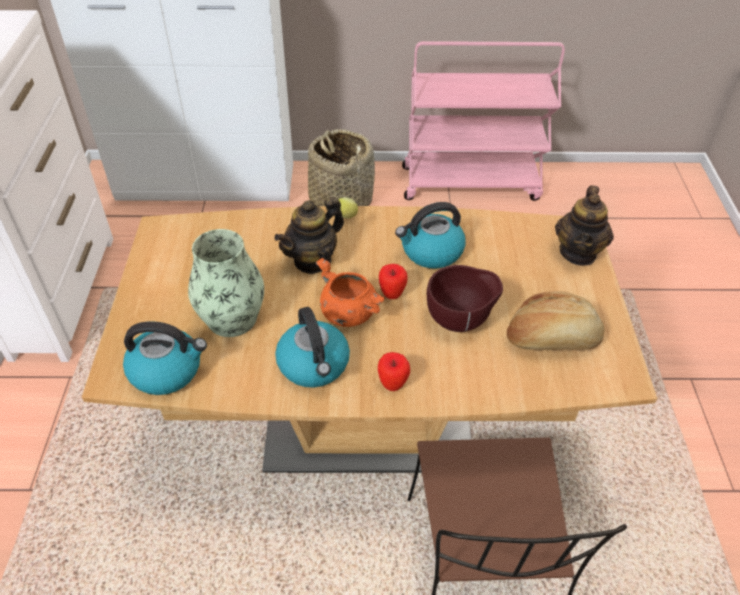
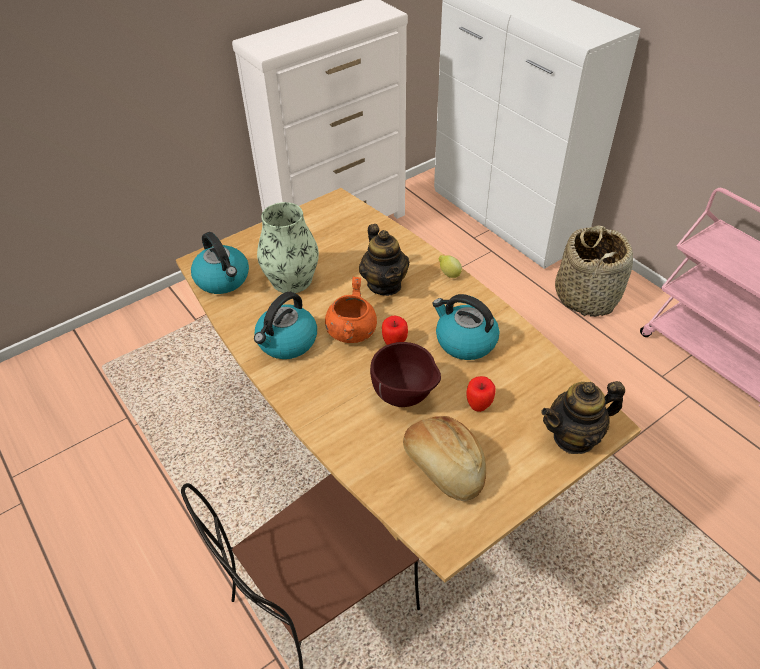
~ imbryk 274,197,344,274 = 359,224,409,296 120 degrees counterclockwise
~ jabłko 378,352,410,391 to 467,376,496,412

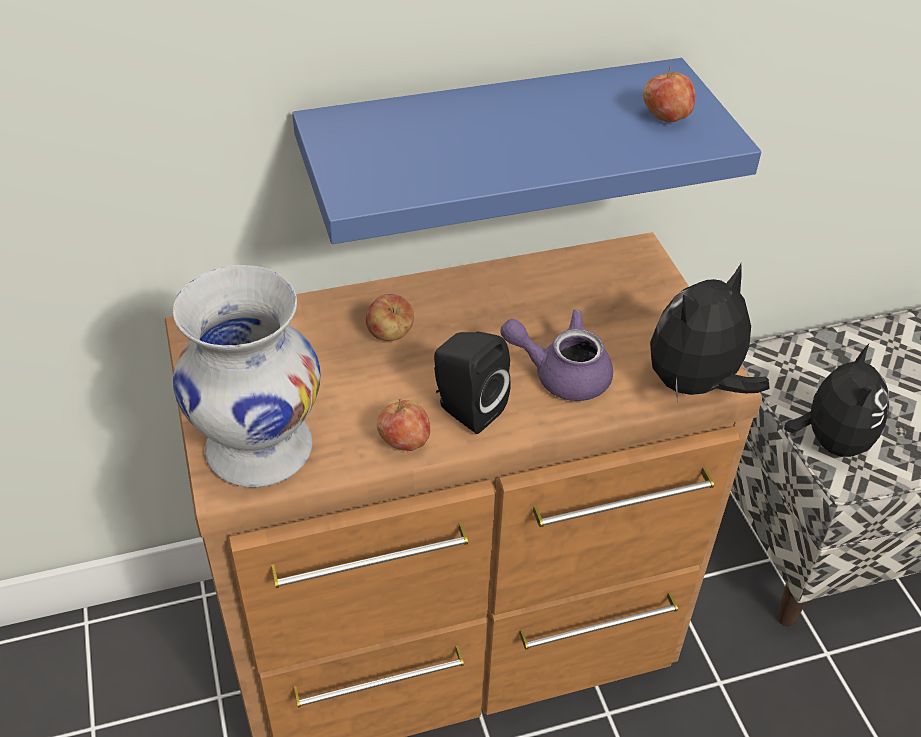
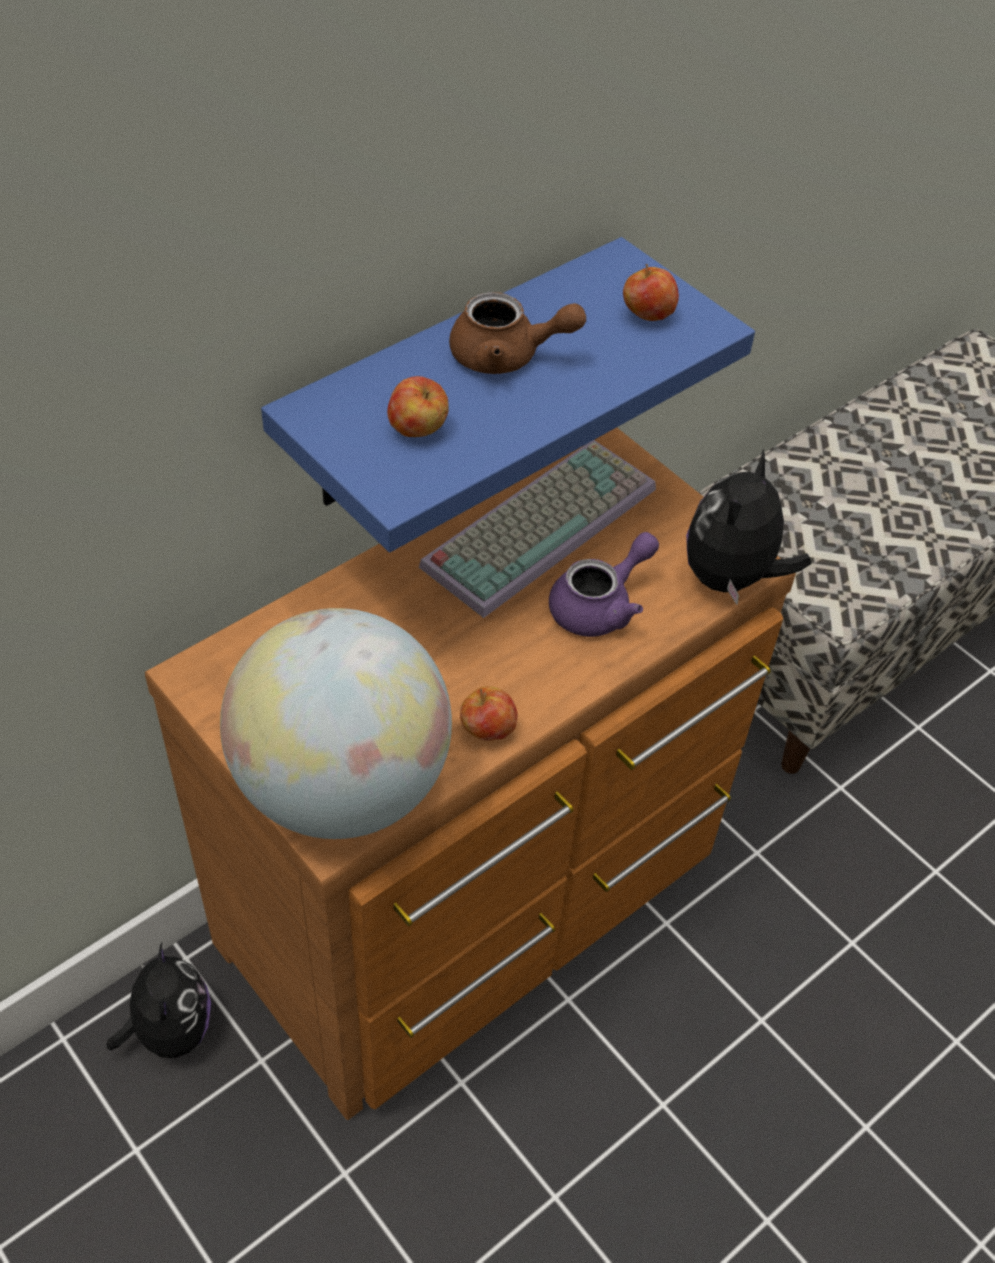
~ wazon (biały) 173,265,321,487 to globus 220,608,452,839
~ jabłko 366,294,414,341 to 387,376,449,437
~ imbryk (fioletowy) 501,310,613,401 = 549,532,659,637 150 degrees clockwise
- głośnik (czarny) 434,331,511,434
~ pluszak 784,344,889,457 to 107,943,211,1058
+ imbryk (brązowy) 449,292,586,374
+ klawiatura 419,440,656,618

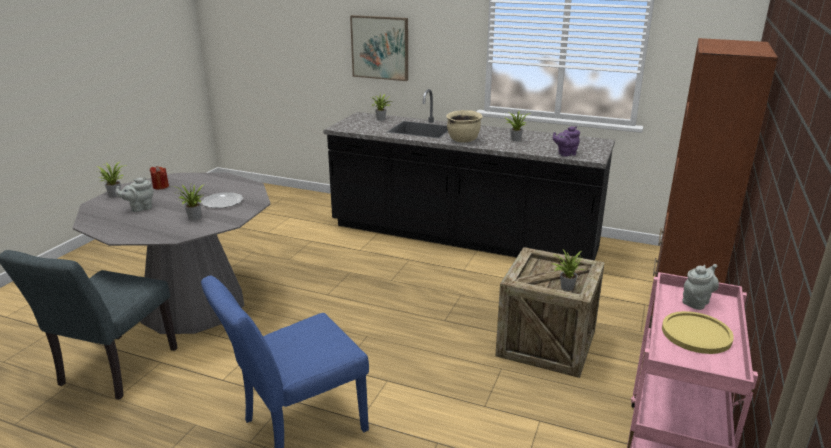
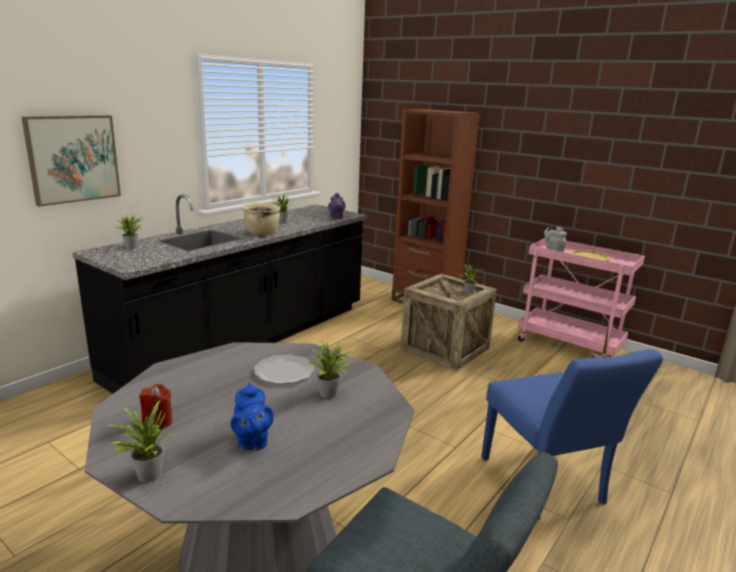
~ imbryk (szary) 115,177,154,212 to imbryk (niebieski) 230,382,274,450

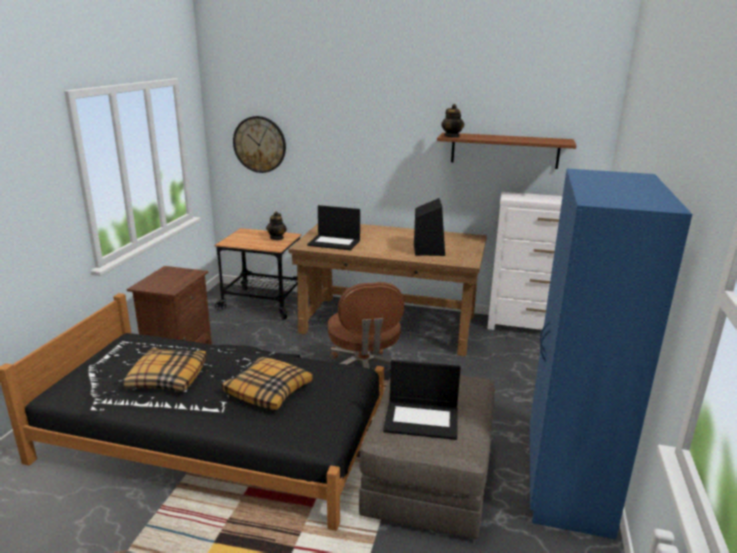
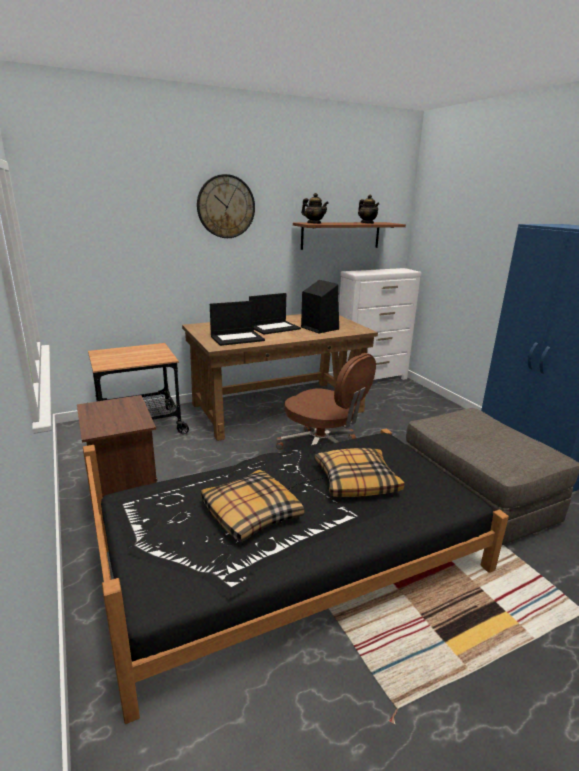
~ zegar ścienny 233,116,286,173 to 197,174,255,238
~ imbryk 266,211,287,240 to 358,194,379,224
~ laptop 383,360,461,440 to 249,293,301,335

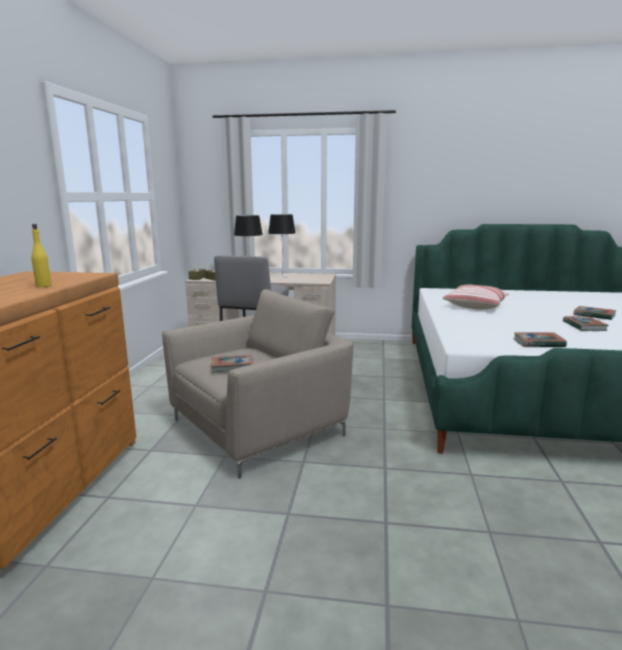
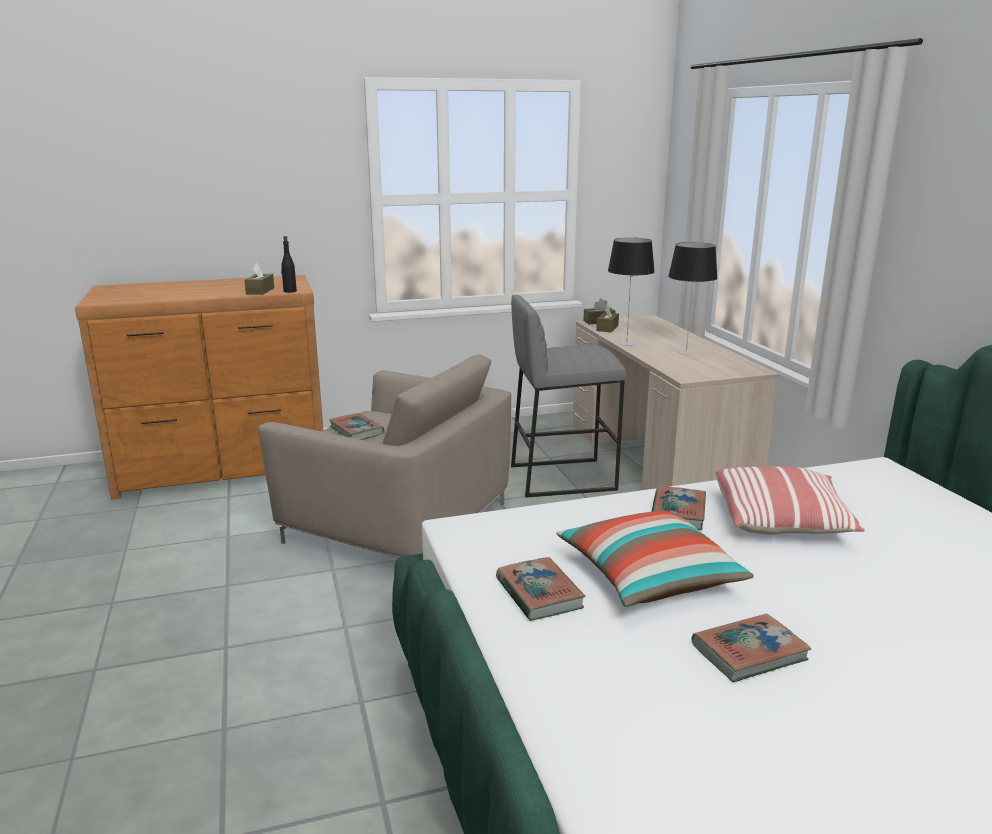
- butelka (żółty) 31,224,52,287
~ książka 573,306,616,320 to 652,486,706,530
+ butelka (czarny) 281,236,297,293
+ pudełko chusteczek (brązowy) 244,263,274,295
+ poduszka 556,511,754,607

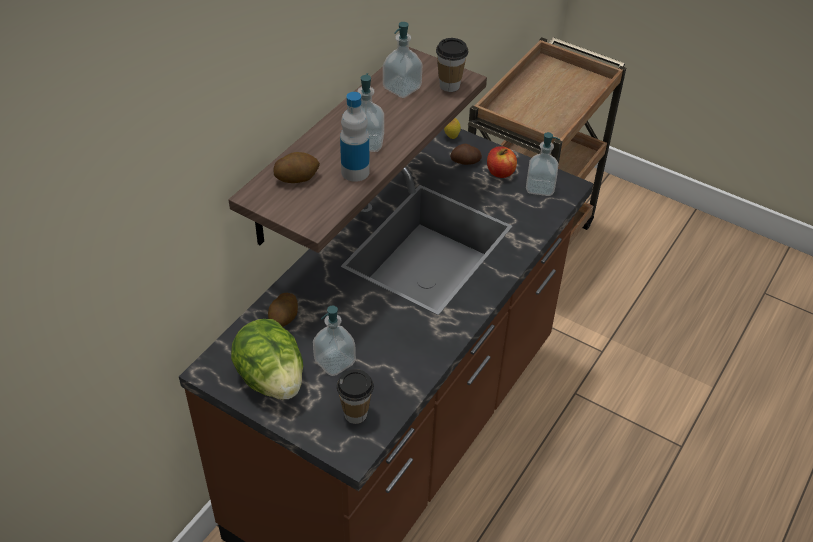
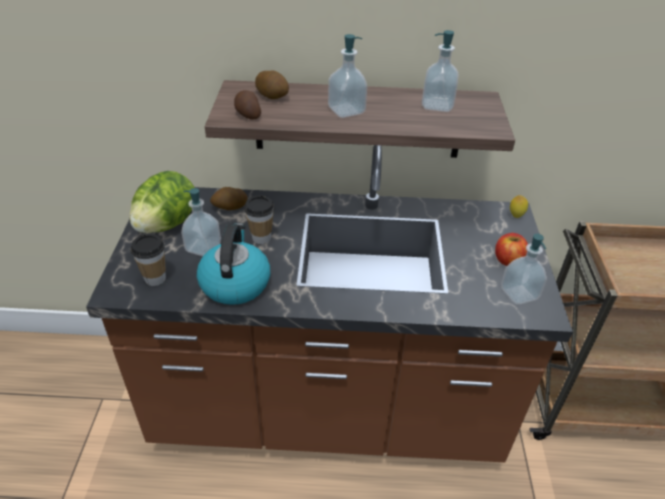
~ filiżanka 436,38,469,92 to 244,195,275,244
- butelka 340,92,370,182
~ ziemniak 450,143,482,165 to 234,90,261,120
+ czajnik 196,223,270,305

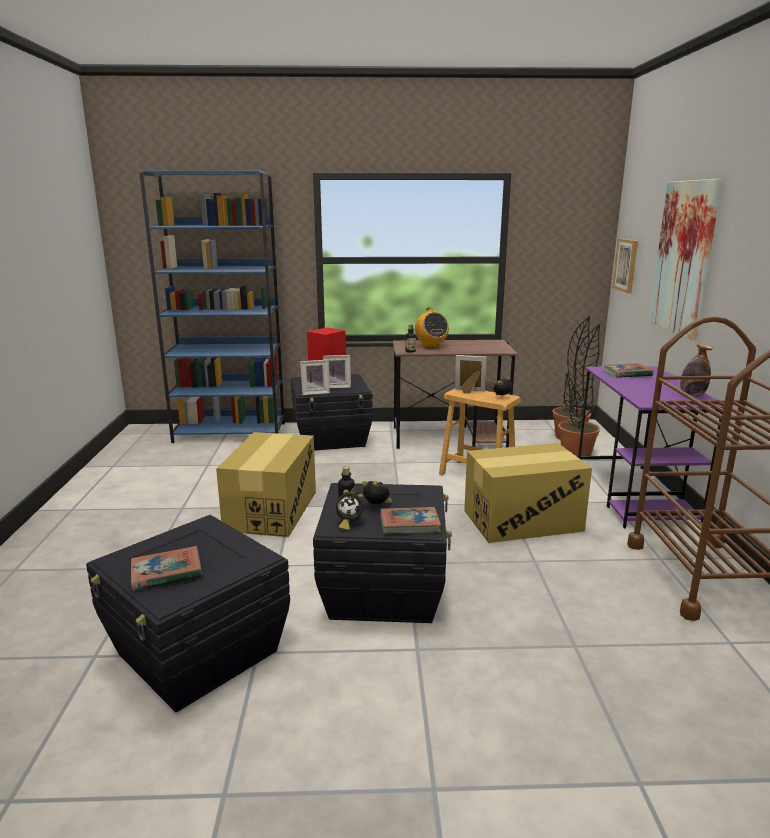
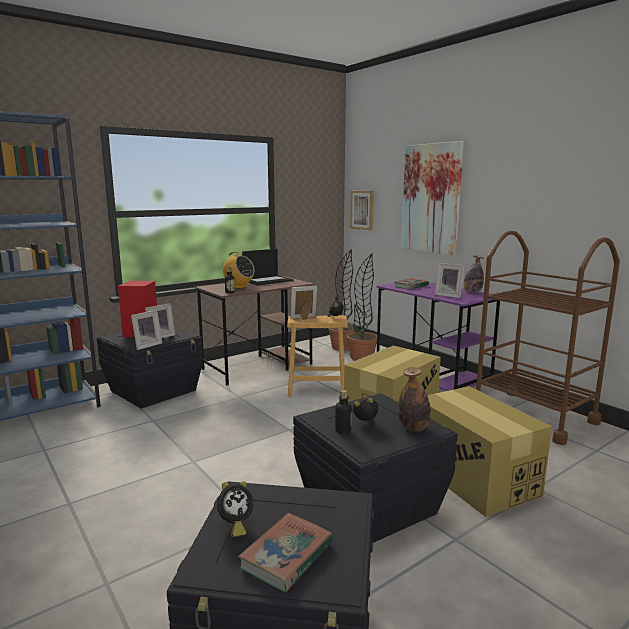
~ karton 216,432,316,537 to 428,386,552,517
~ budzik 336,490,364,531 to 217,481,253,537
~ książka 380,507,441,535 to butelka 398,367,431,432
+ laptop 242,249,293,285
+ ramka na zdjęcie 435,263,464,298

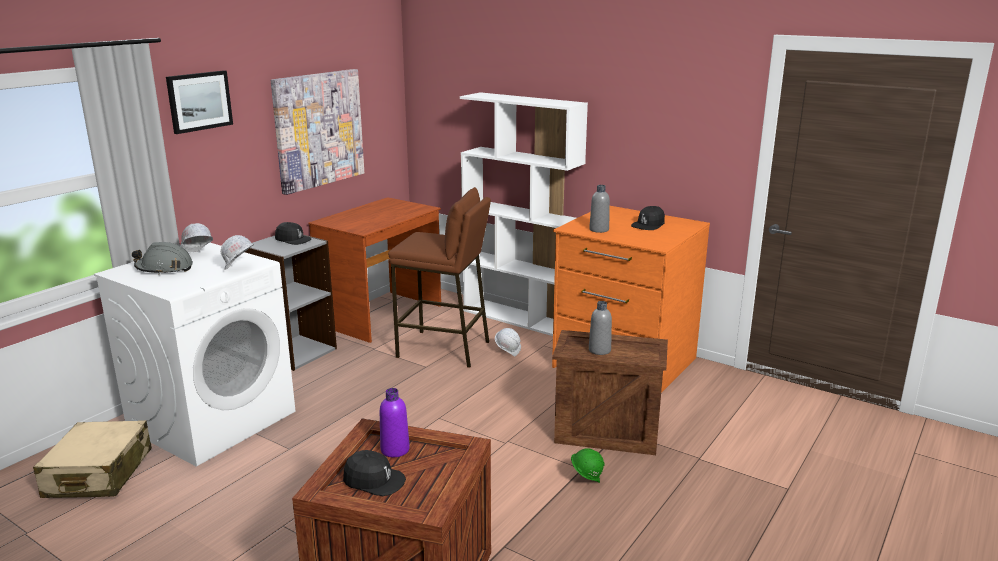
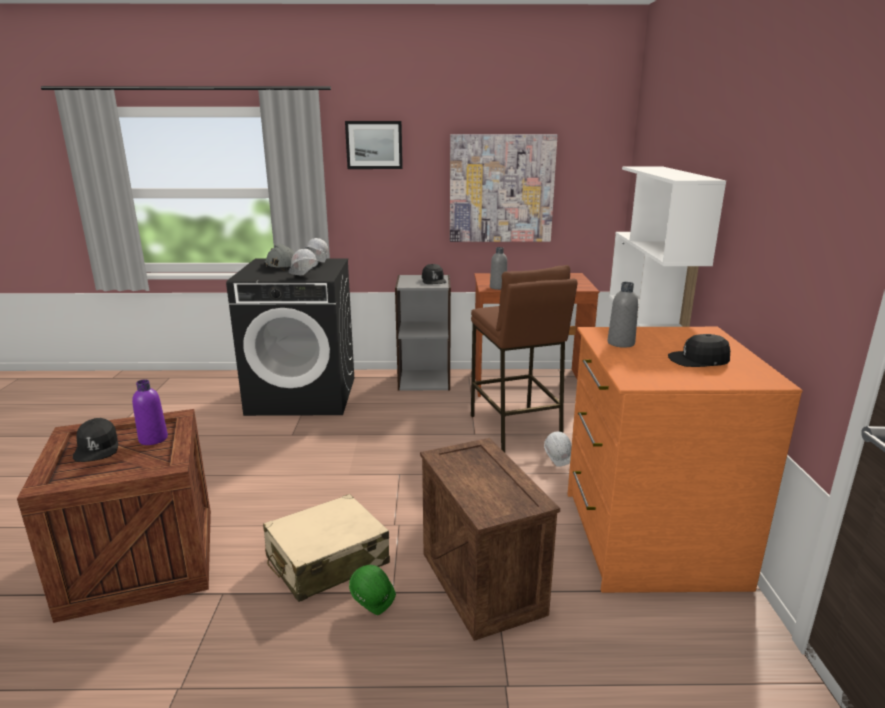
~ pralka (biały) 94,243,295,467 to pralka (czarny) 226,258,354,416
~ butelka (szary) 589,301,612,355 to 490,247,507,290
~ walizka (beżowy) 33,420,152,498 to 263,494,390,602

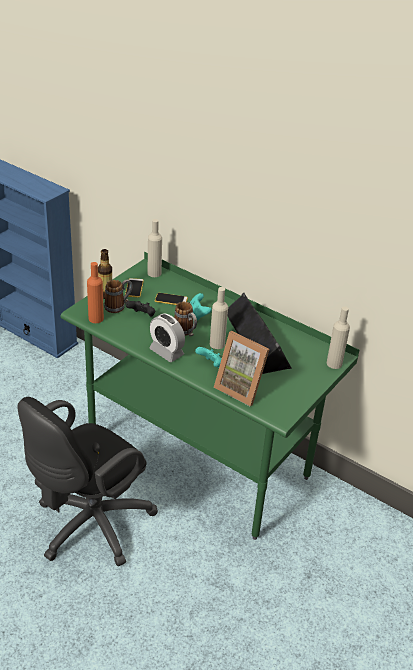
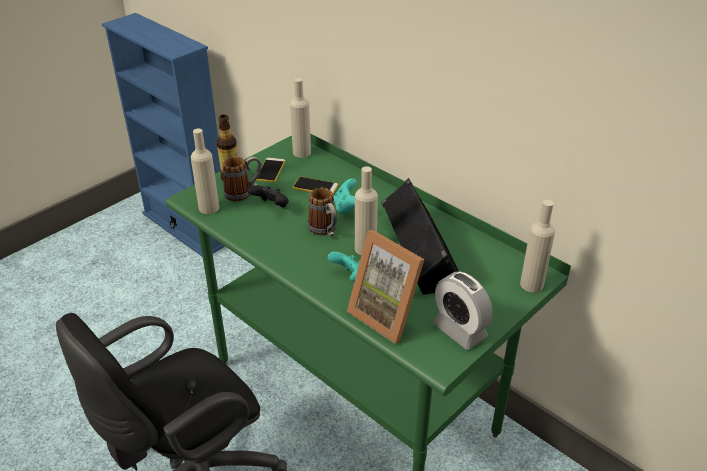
~ butelka (pomarańczowy) 87,262,104,323 to butelka (beżowy) 191,128,219,214
~ budzik 149,313,185,362 to 433,271,493,350

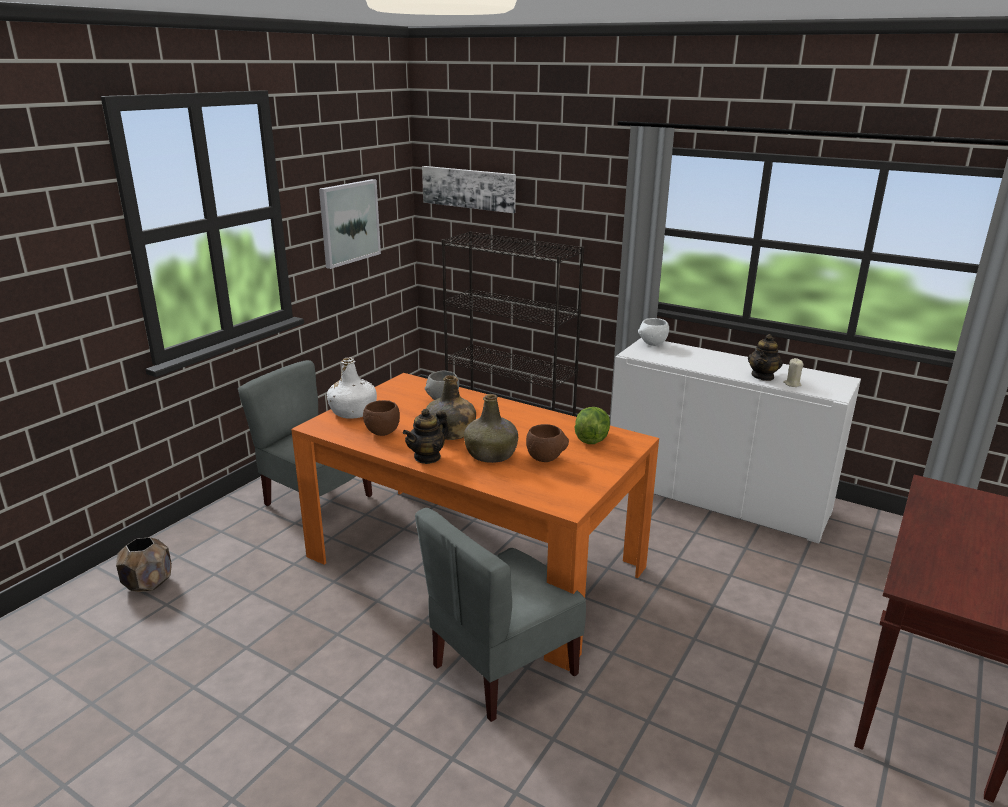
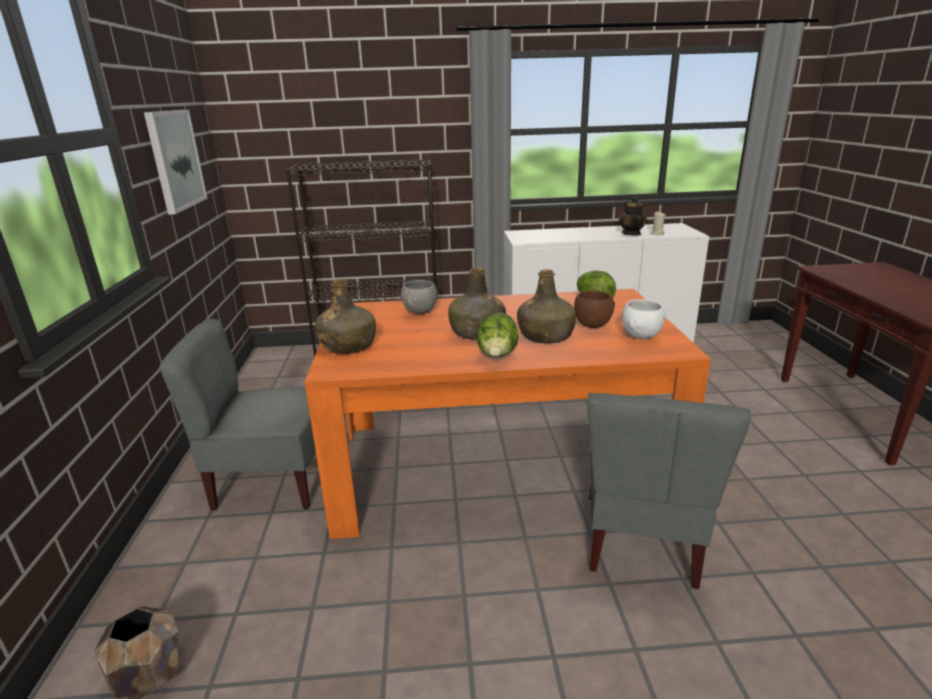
- obraz 422,166,516,213
~ miska (biały) 638,318,669,346 to 622,299,665,339
~ butelka (biały) 327,358,377,419 to butelka (zielony) 315,279,376,354
- miska (brązowy) 363,400,400,436
~ imbryk 403,409,449,464 to sałata 477,313,519,357

